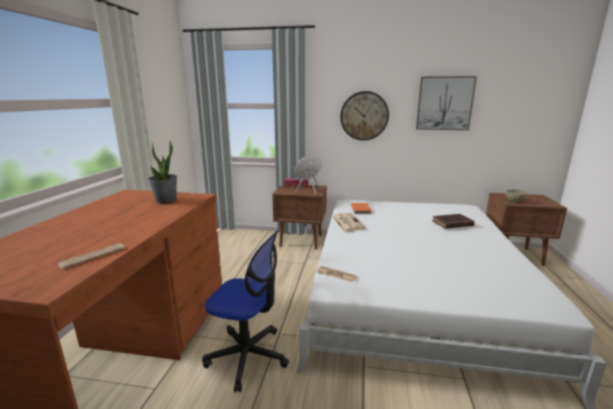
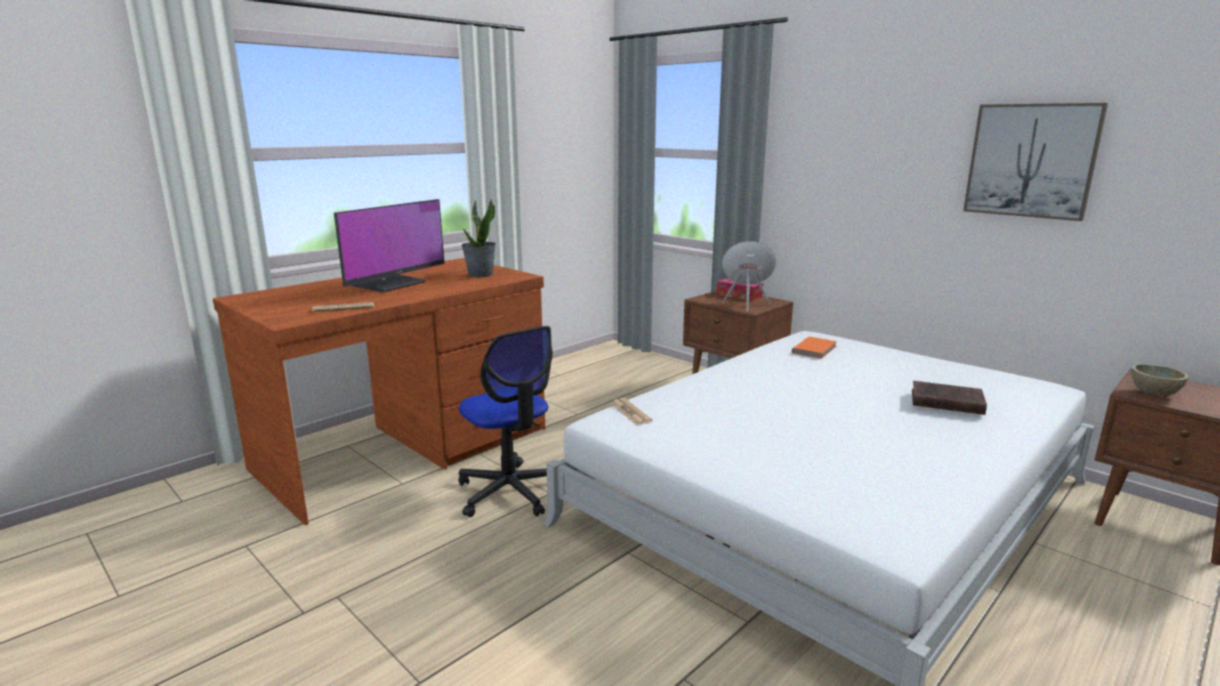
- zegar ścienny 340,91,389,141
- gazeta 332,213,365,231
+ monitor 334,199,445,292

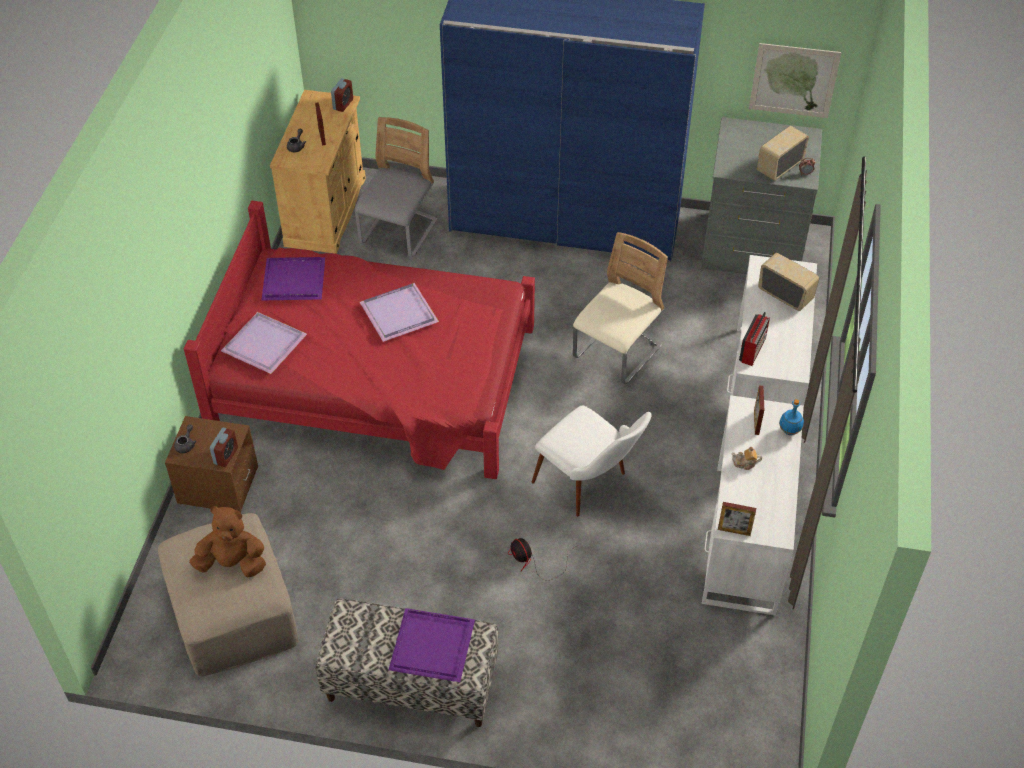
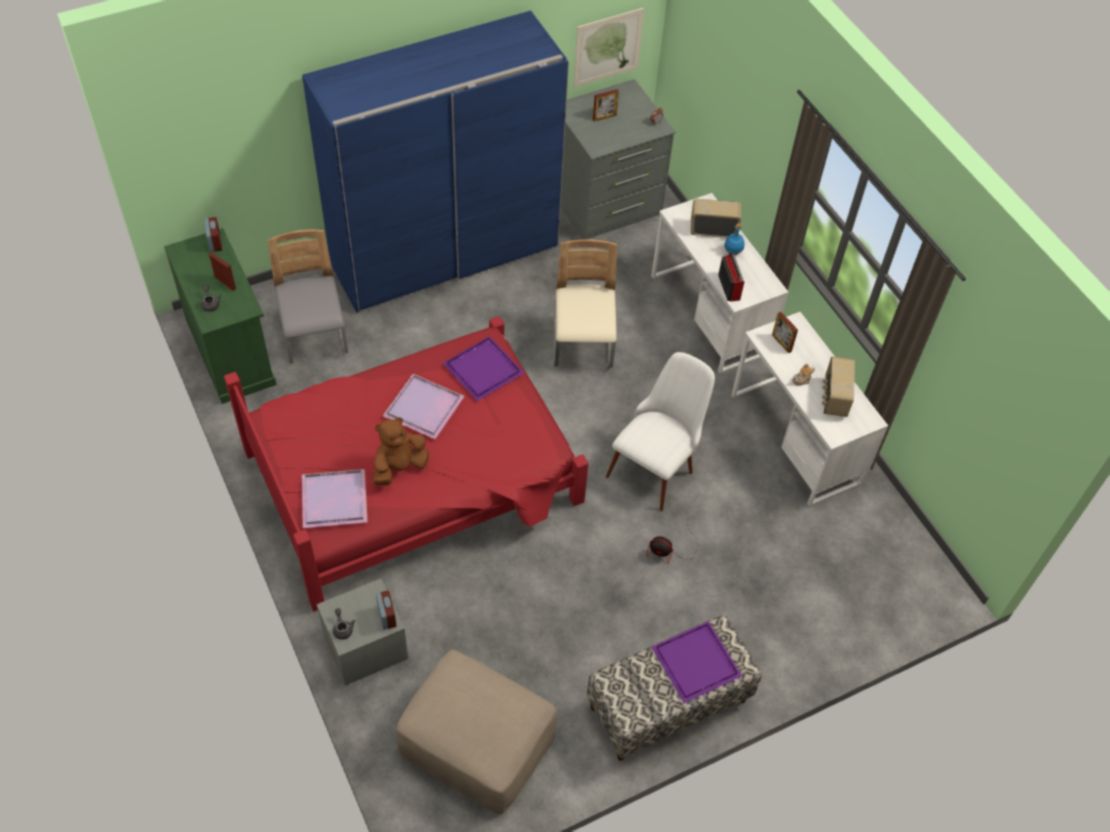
~ szafka (beżowy) 270,90,366,254 to szafka (zielony) 164,228,277,404
~ radio 757,126,809,181 to 822,357,855,417
~ taca (fioletowy) 261,257,325,301 to 443,336,524,401
~ butelka (niebieski) 779,399,804,435 to 724,224,745,255
~ krzesło (biały) 532,405,651,516 = 606,352,715,511 60 degrees counterclockwise
~ szafka nocna (brązowy) 165,416,258,513 to szafka nocna (szary) 317,579,408,685
~ ramka na zdjęcie 718,502,756,536 to 593,89,619,122
~ pluszak (brązowy) 189,506,266,577 to 373,417,429,485

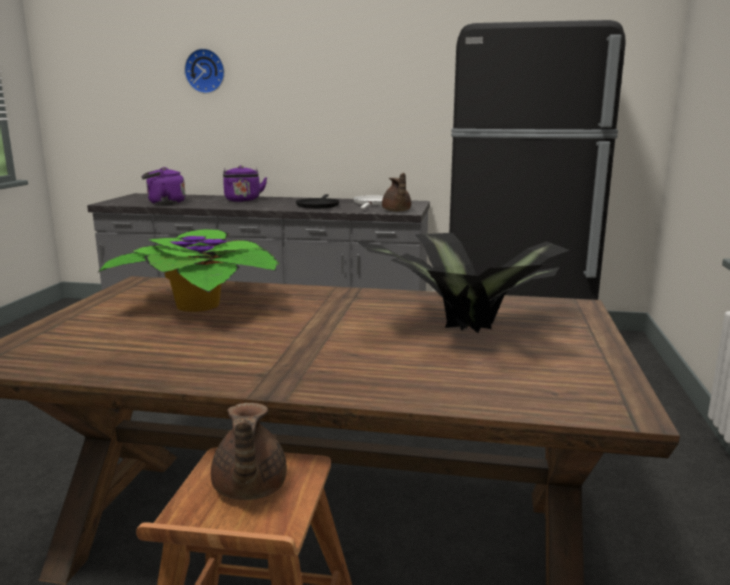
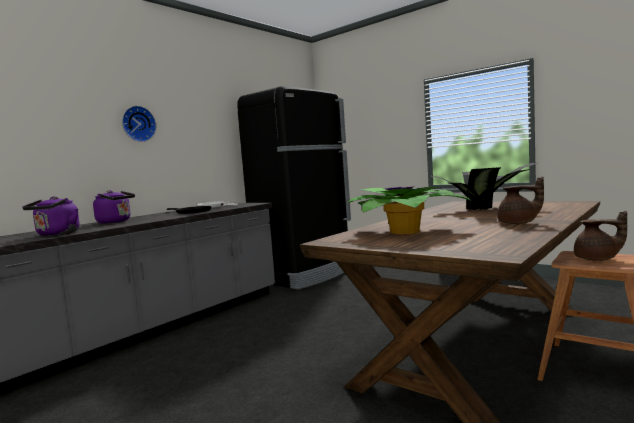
~ zegar ścienny 184,48,225,94 to 122,106,156,142
~ imbryk (brązowy) 382,173,411,211 to 497,176,544,224

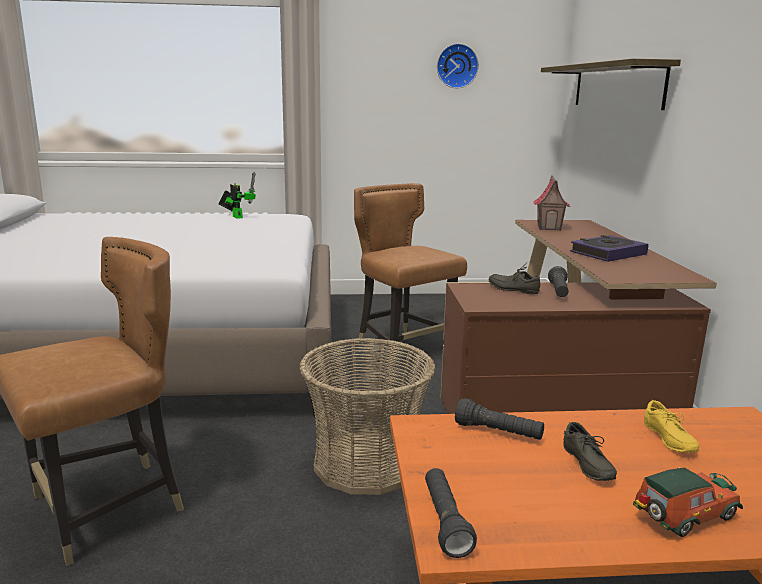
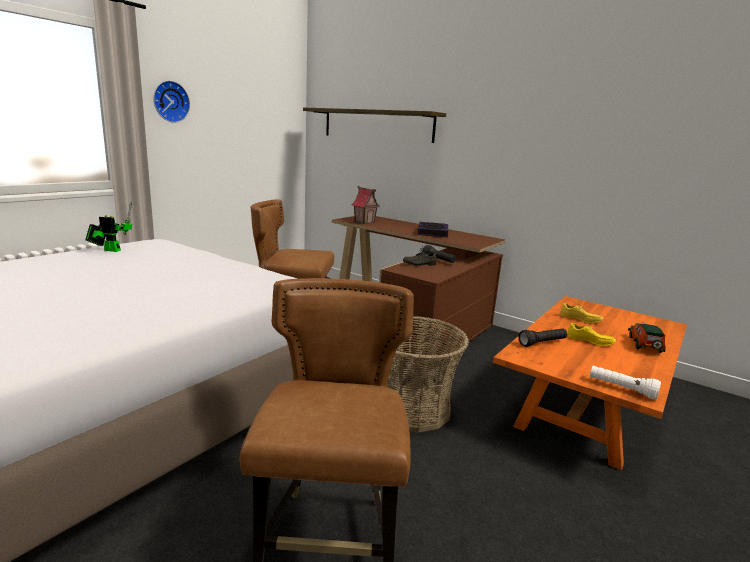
~ zegar ścienny 437,43,479,88 to 153,81,190,123
~ but (szary) 563,422,617,481 to but (żółty) 567,322,616,346
~ latarka (czarny) 425,468,477,558 to latarka (biały) 590,366,661,400

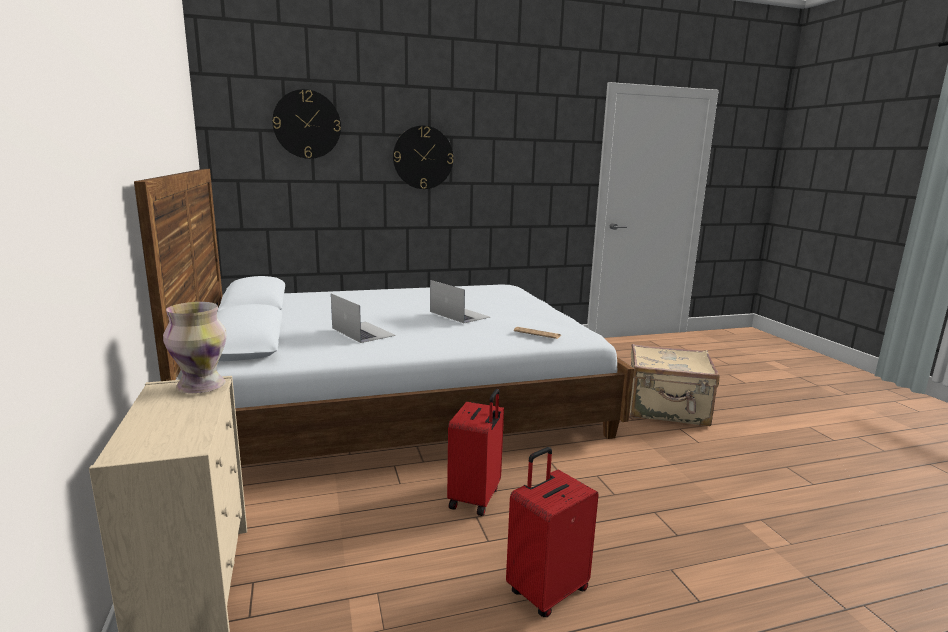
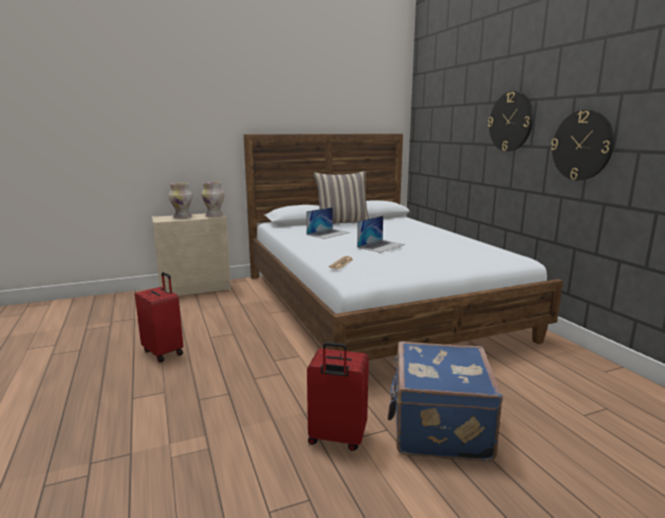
~ zegar ścienny 272,89,341,159 to 551,110,614,180
~ walizka (beżowy) 630,344,720,426 to walizka (niebieski) 388,341,503,462
~ walizka (czerwony) 447,389,504,516 to 307,342,369,451
+ poduszka 314,171,369,224
+ wazon 169,183,193,219

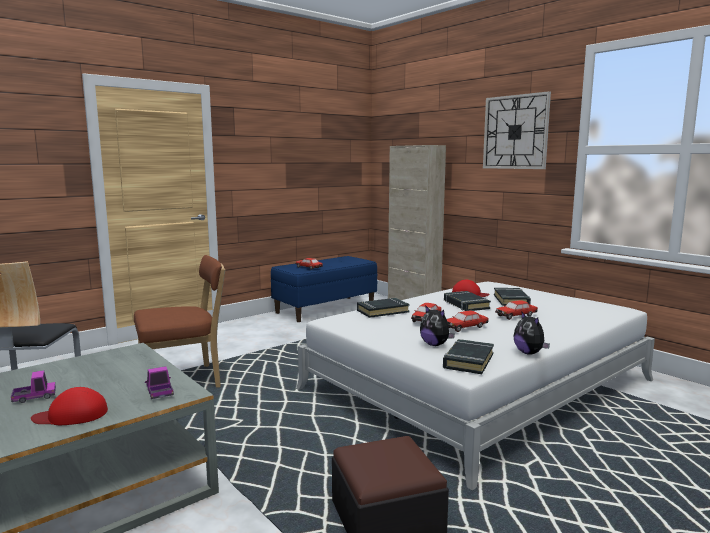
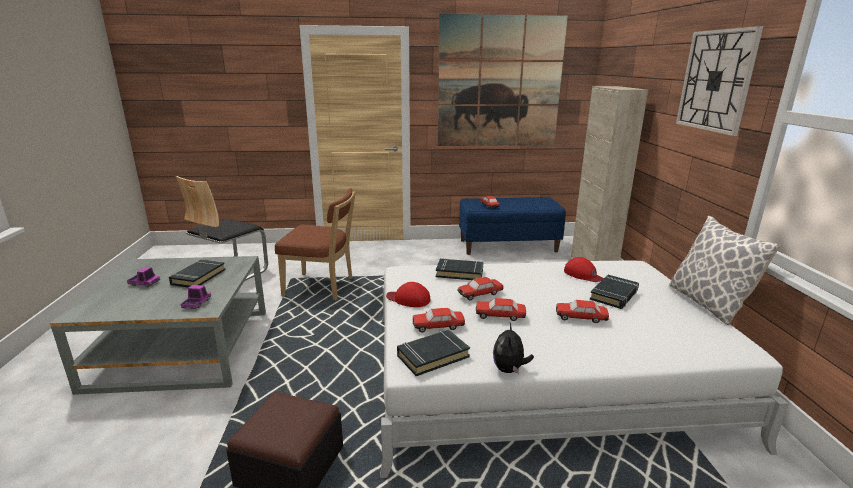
~ książka (czarny) 444,291,491,311 to 169,259,226,288
~ pluszak 420,305,455,346 to samochodzik 413,308,465,332
~ czapka z daszkiem (czerwony) 31,387,108,425 to 386,282,430,307
+ obraz 438,14,568,146
+ poduszka 669,216,780,325

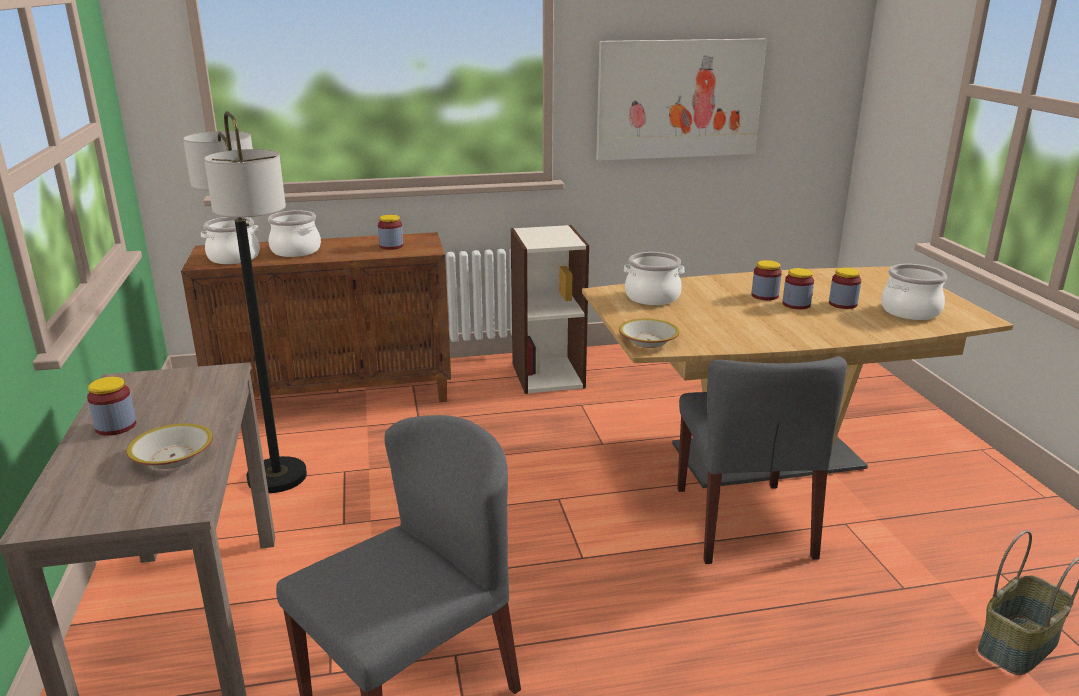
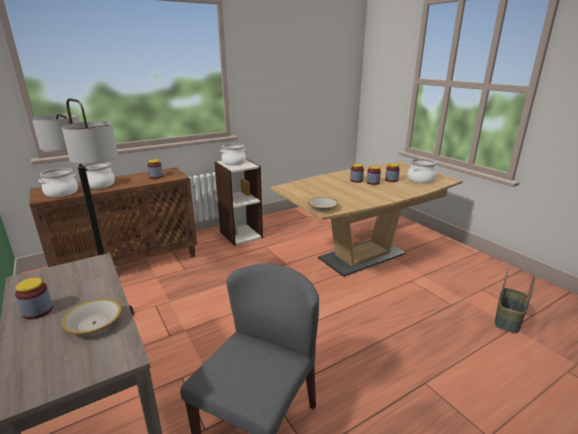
- obraz 596,39,767,161
~ garnek 624,252,685,305 to 220,143,246,165
- krzesło (szary) 677,356,847,564

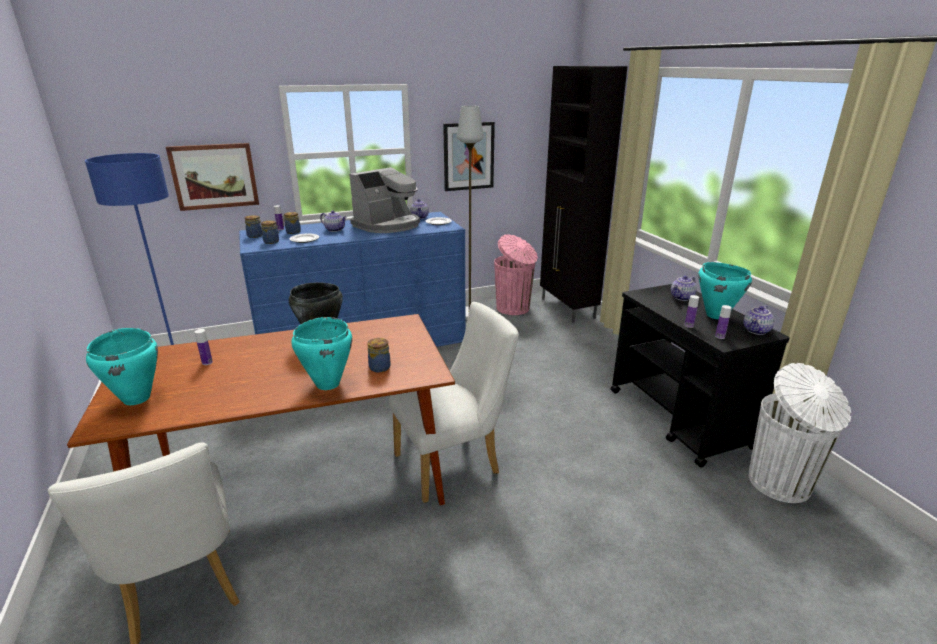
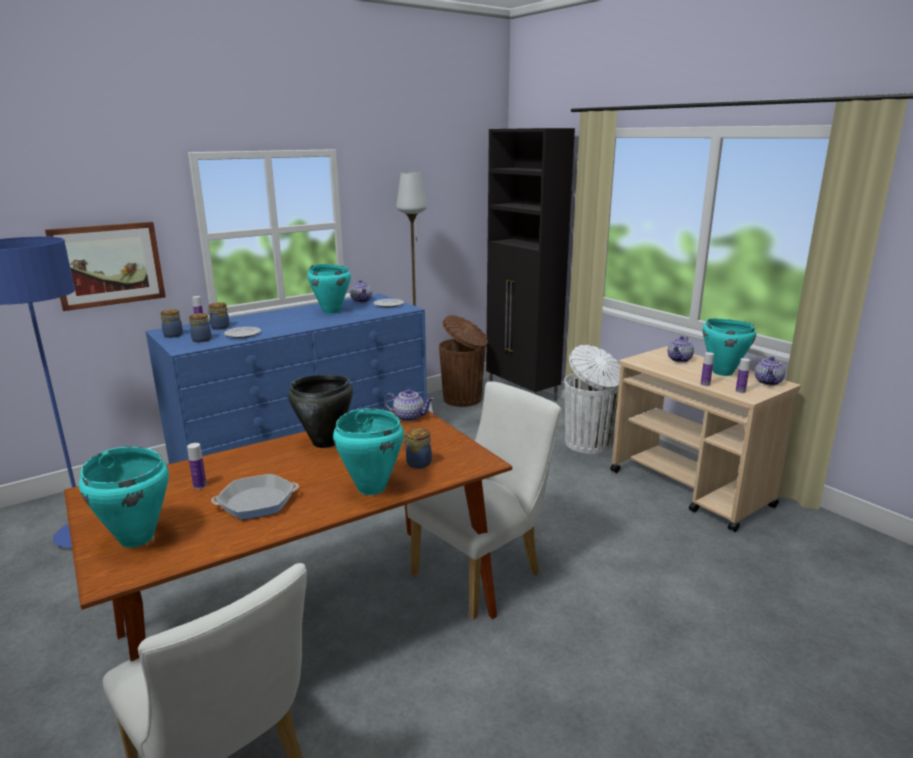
- obraz 443,122,495,191
~ ekspres do kawy 349,167,420,233 to garnek (turkusowy) 307,264,351,314
~ imbryk 320,211,347,232 to 384,389,434,422
~ kosz na śmieci (różowy) 494,234,538,315 to kosz na śmieci (brązowy) 439,315,488,407
~ wózek (czarny) 610,284,790,468 to wózek (beżowy) 610,346,801,532
~ kosz na śmieci (biały) 748,363,851,503 to 564,345,621,454
+ patelnia 211,474,299,520

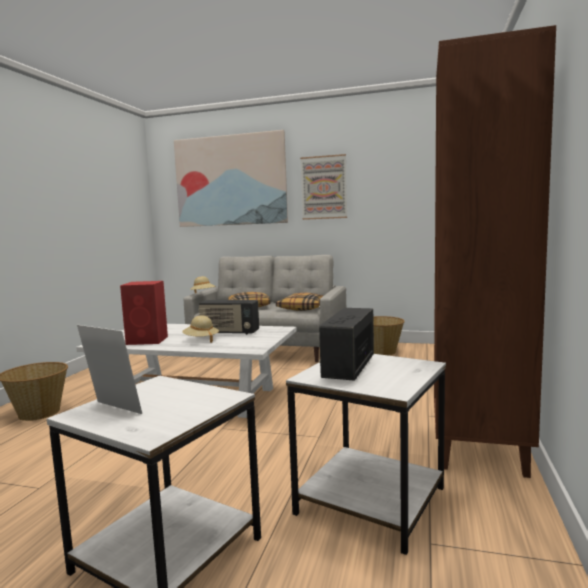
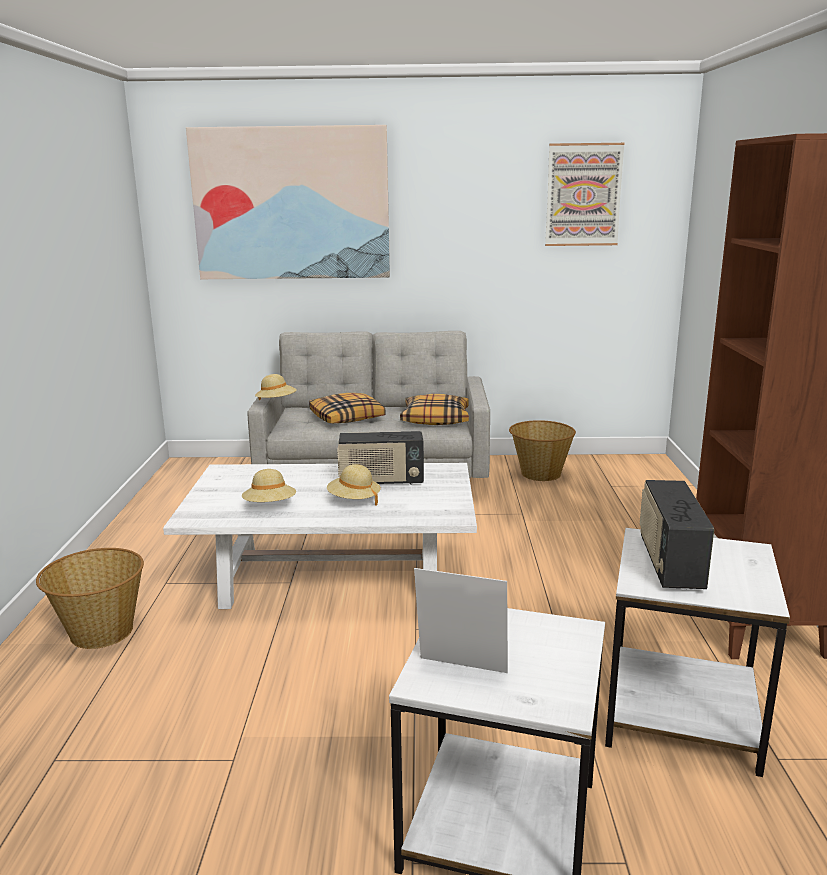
~ obraz 300,154,347,220 to 545,143,625,246
~ głośnik (czerwony) 120,281,168,345 to kapelusz (beżowy) 242,469,296,502

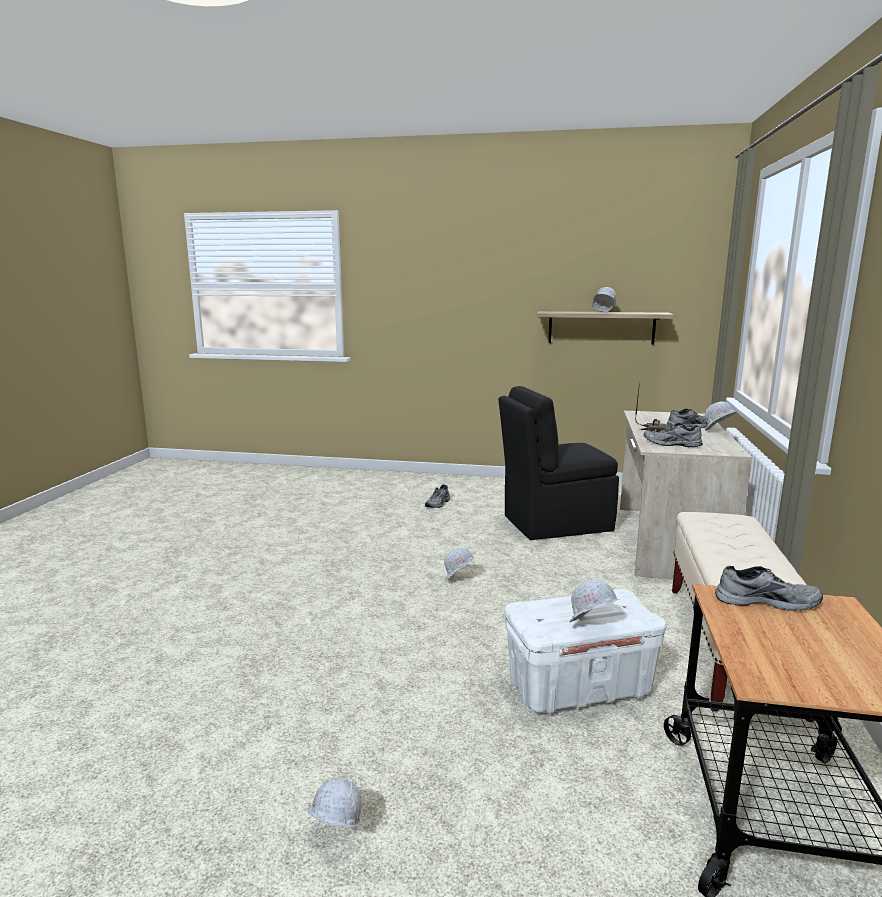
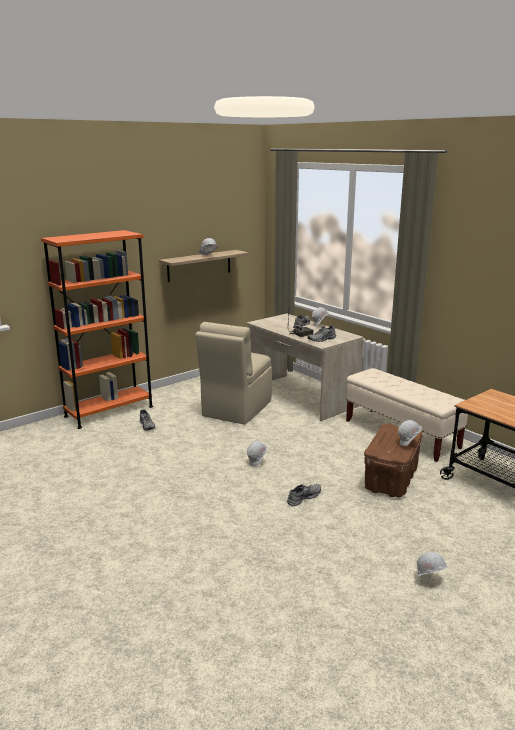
~ krzesło (czarny) 498,386,619,540 to krzesło (beżowy) 195,322,272,425
~ but (szary) 715,566,823,611 to 287,484,321,506
~ pojemnik do przechowywania (biały) 505,589,666,714 to pojemnik do przechowywania (brązowy) 364,423,423,497
+ regał (pomarańczowy) 41,230,153,429

